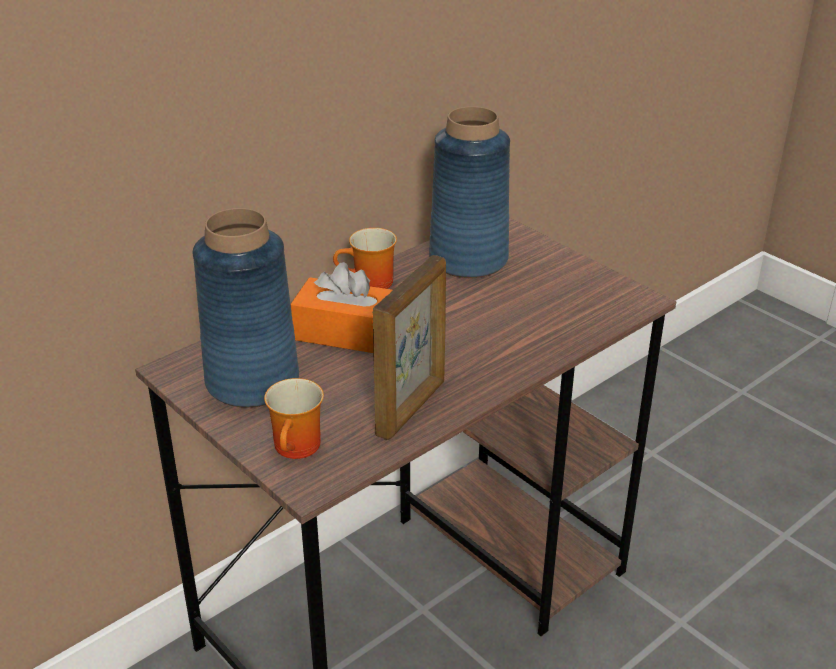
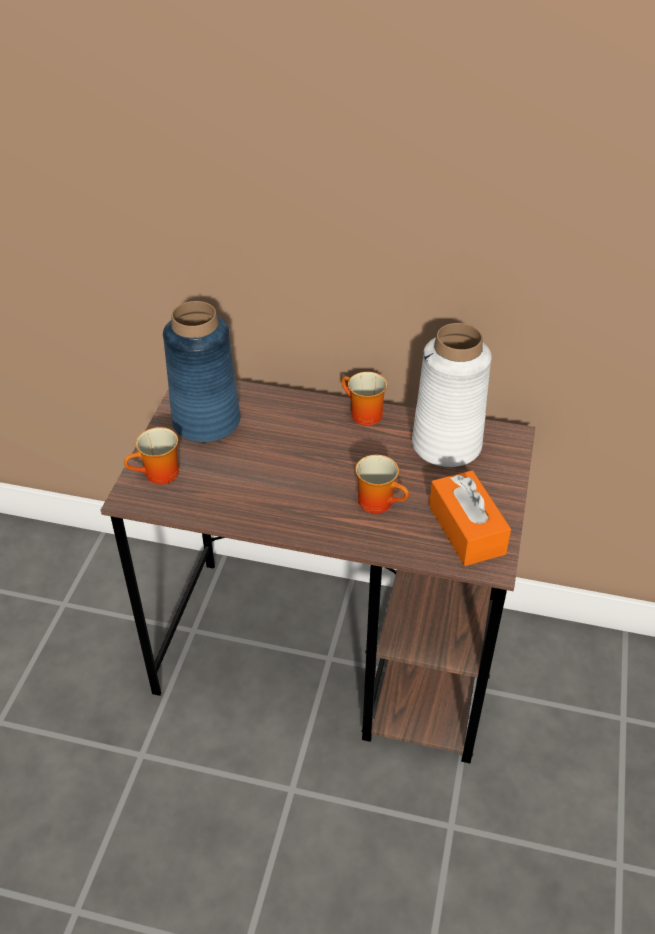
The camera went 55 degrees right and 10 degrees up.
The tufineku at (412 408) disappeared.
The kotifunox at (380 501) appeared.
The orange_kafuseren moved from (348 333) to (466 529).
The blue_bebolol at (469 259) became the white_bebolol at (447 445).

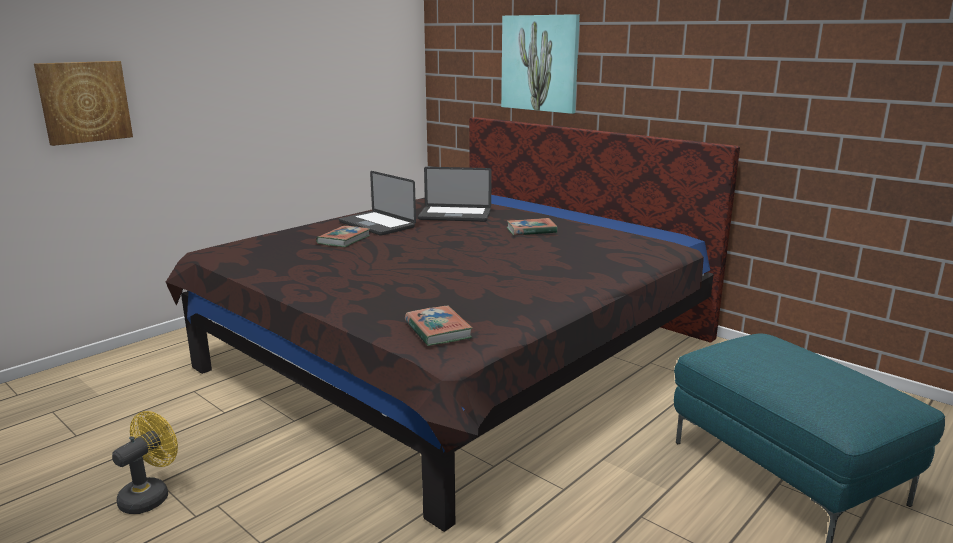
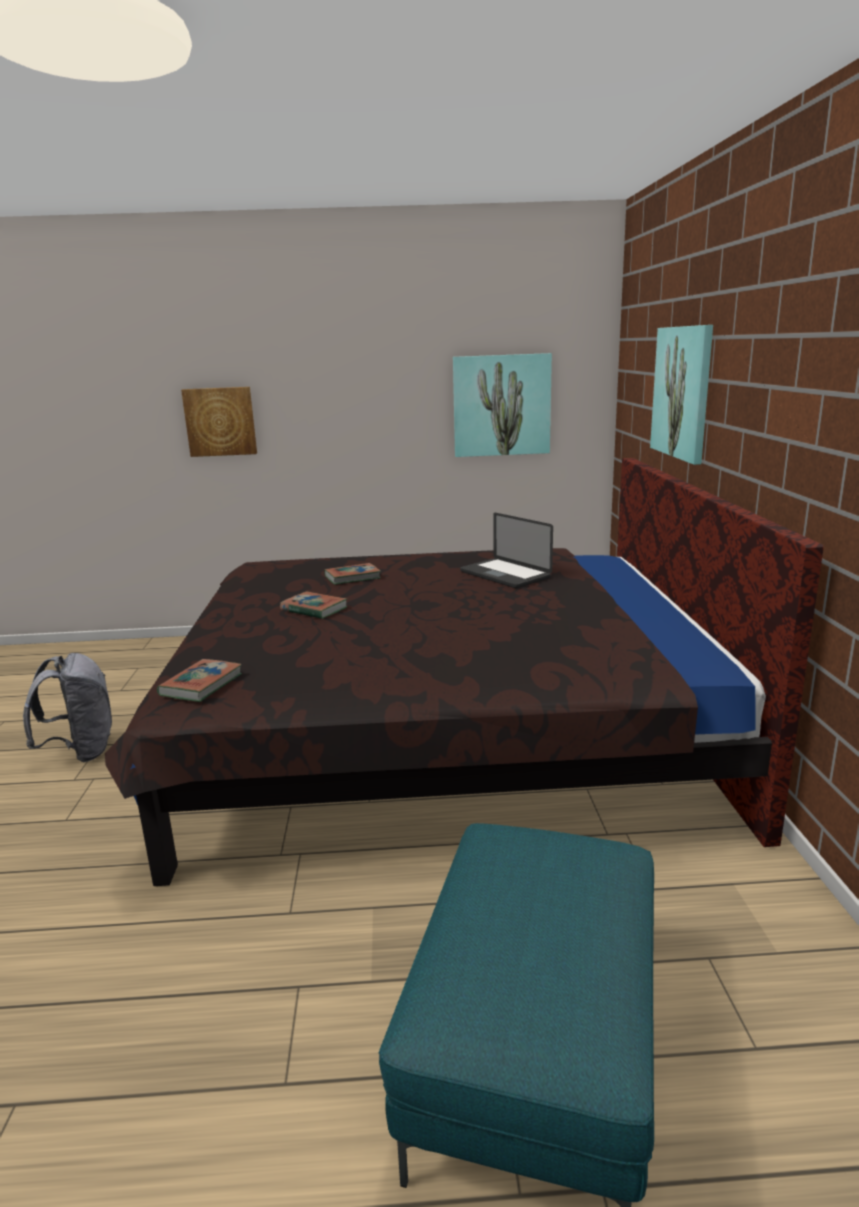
The camera went 45 degrees right and 0 degrees up.
The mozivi at (377 225) disappeared.
The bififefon at (501 405) appeared.
The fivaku moved from (531 230) to (314 609).
The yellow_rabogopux at (150 495) was replaced by the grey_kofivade at (81 751).

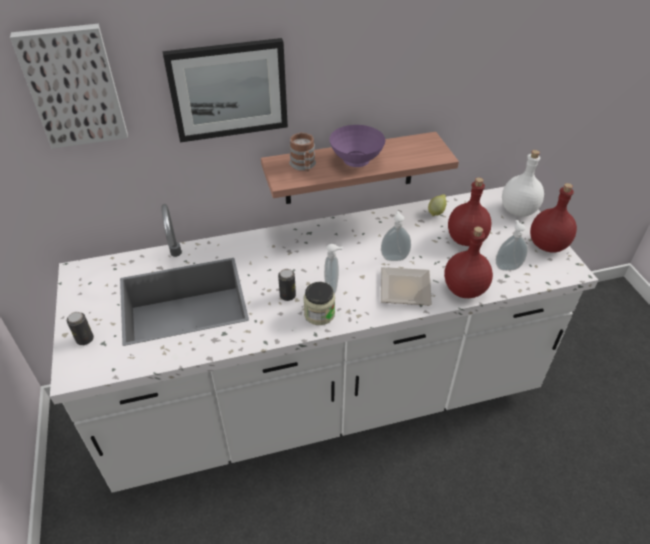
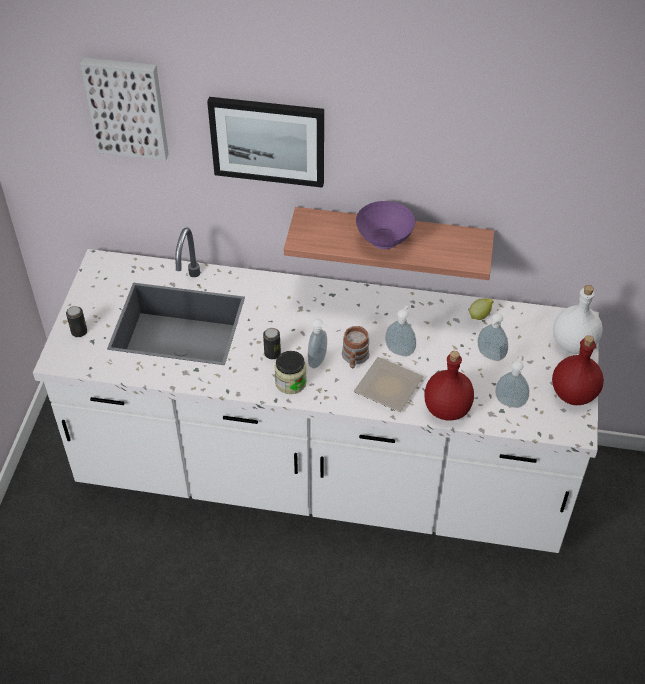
The camera went 25 degrees right and 5 degrees up.
The kotifunox moved from (303 166) to (354 358).
The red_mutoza at (466 239) was replaced by the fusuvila at (489 356).

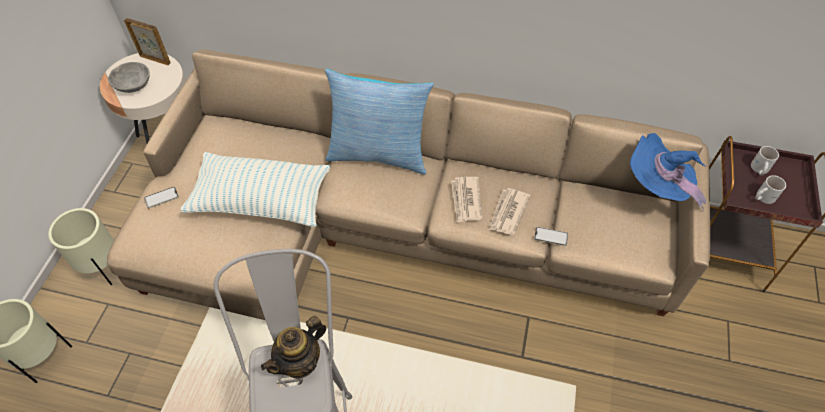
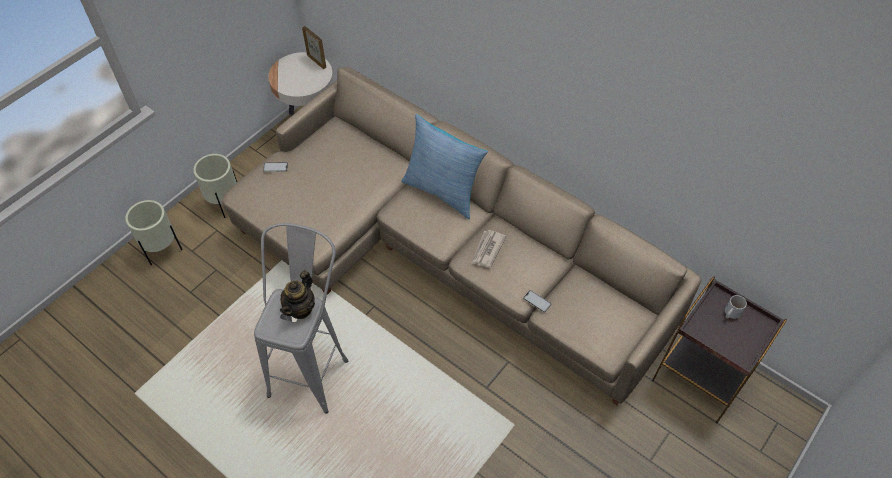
The camera went 25 degrees right and 0 degrees up.
The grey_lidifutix at (133 86) disappeared.
The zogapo at (261 200) disappeared.
The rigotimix at (508 213) disappeared.
The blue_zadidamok at (658 187) disappeared.
The white_kotifunox at (762 196) disappeared.
The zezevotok at (300 362) turned 45 degrees counterclockwise.

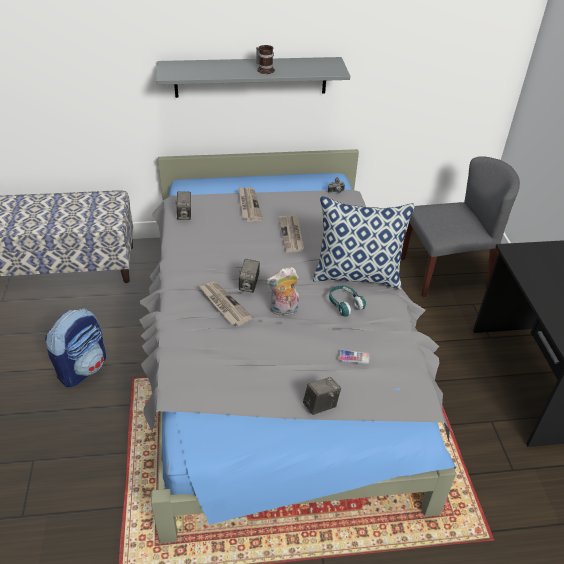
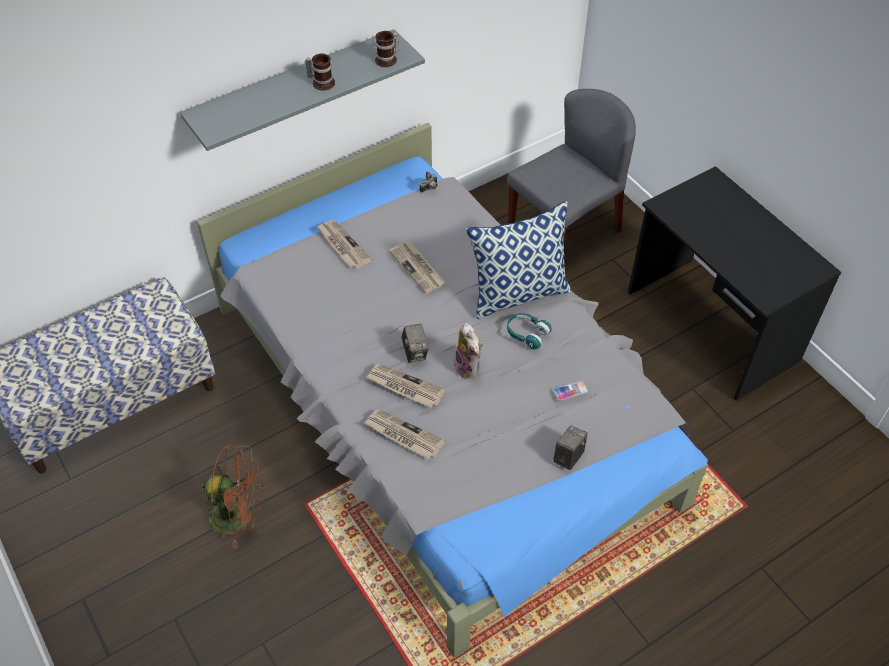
The camera went 25 degrees left and 10 degrees up.
The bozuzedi at (184 215) disappeared.
The rigotimix at (403 435) appeared.
The kotifunox at (388 60) appeared.
The kofivade at (83 367) was replaced by the brown_rabogopux at (238 517).
The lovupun at (284 311) turned 75 degrees counterclockwise.

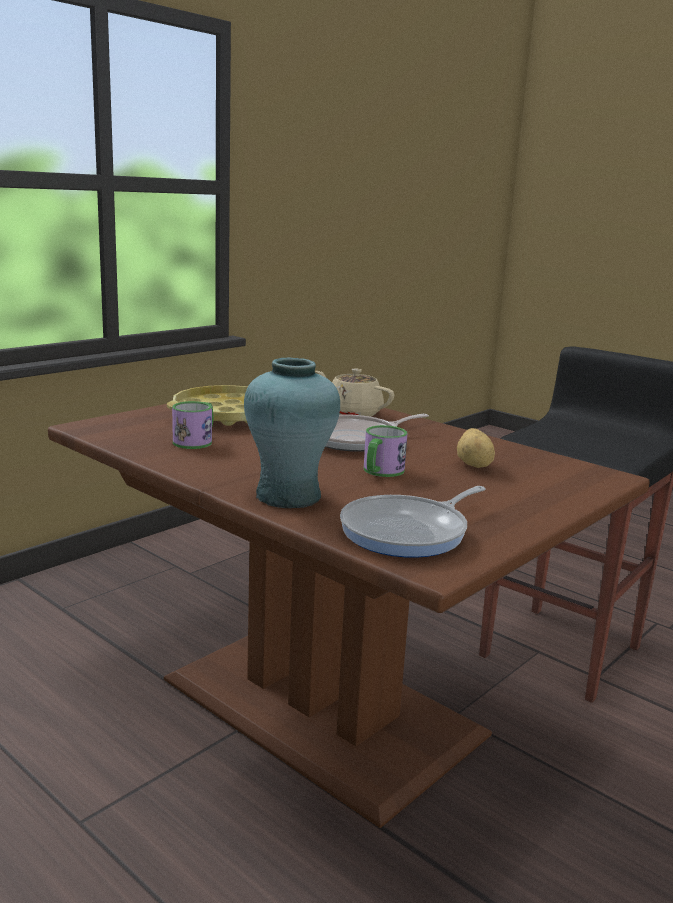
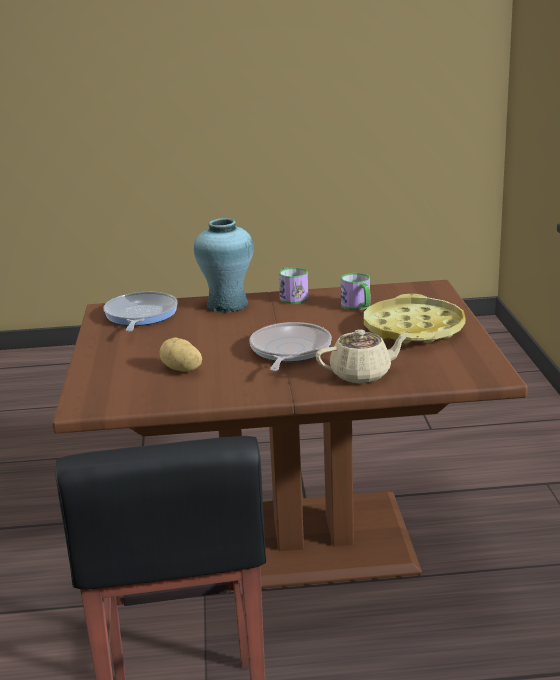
The camera went 135 degrees right and 5 degrees up.
The kotifunox moved from (380 472) to (292 296).

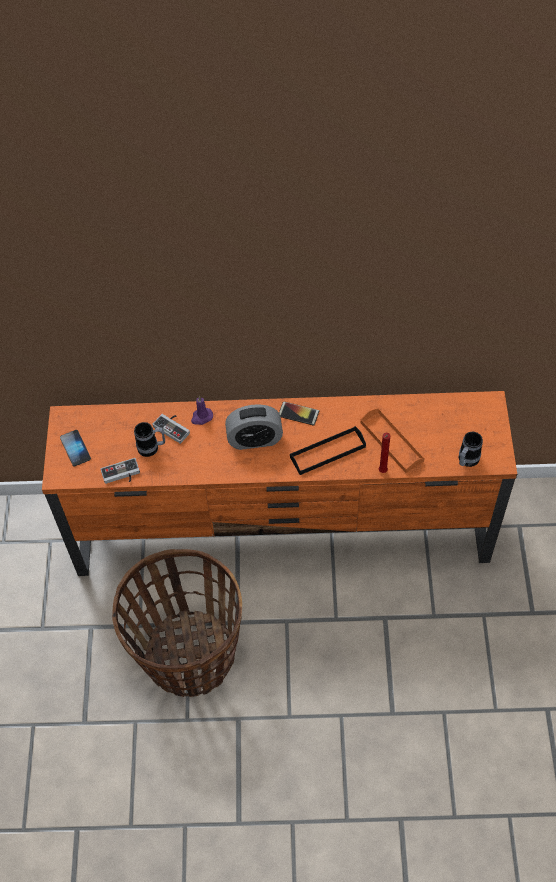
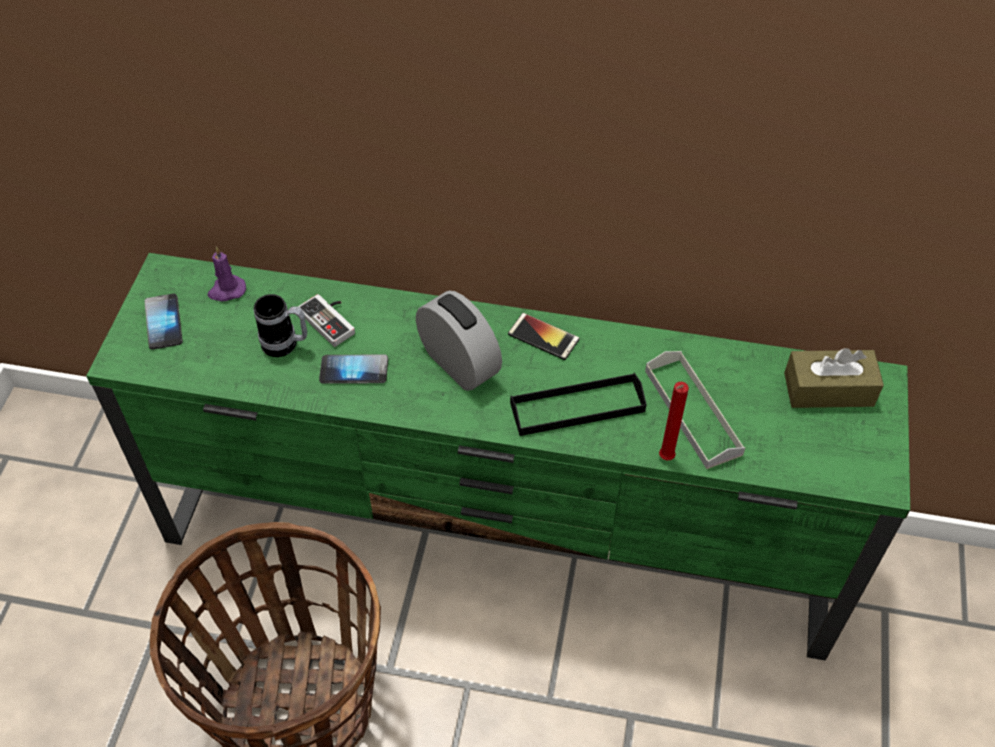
The camera went 10 degrees right and 5 degrees down.
The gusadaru at (121 475) disappeared.
The kotifunox at (466 461) disappeared.
The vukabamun at (354 370) appeared.
The brown_kafuseren at (828 389) appeared.
The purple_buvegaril moved from (201 417) to (226 290).
The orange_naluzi at (284 531) became the green_naluzi at (500 539).
The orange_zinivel at (391 442) became the grey_zinivel at (692 412).
The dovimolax at (254 439) turned 135 degrees counterclockwise.

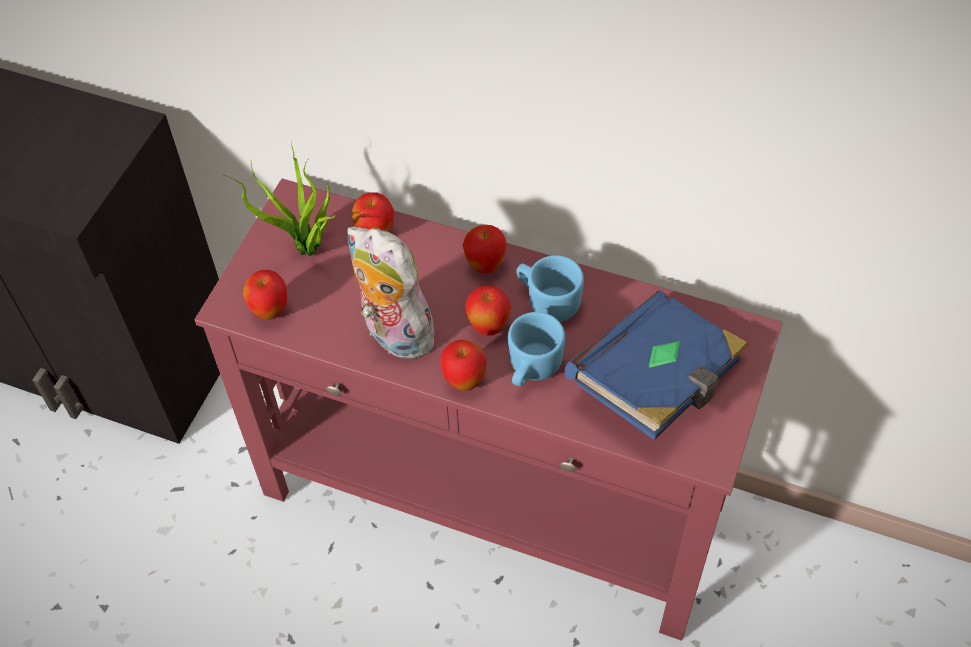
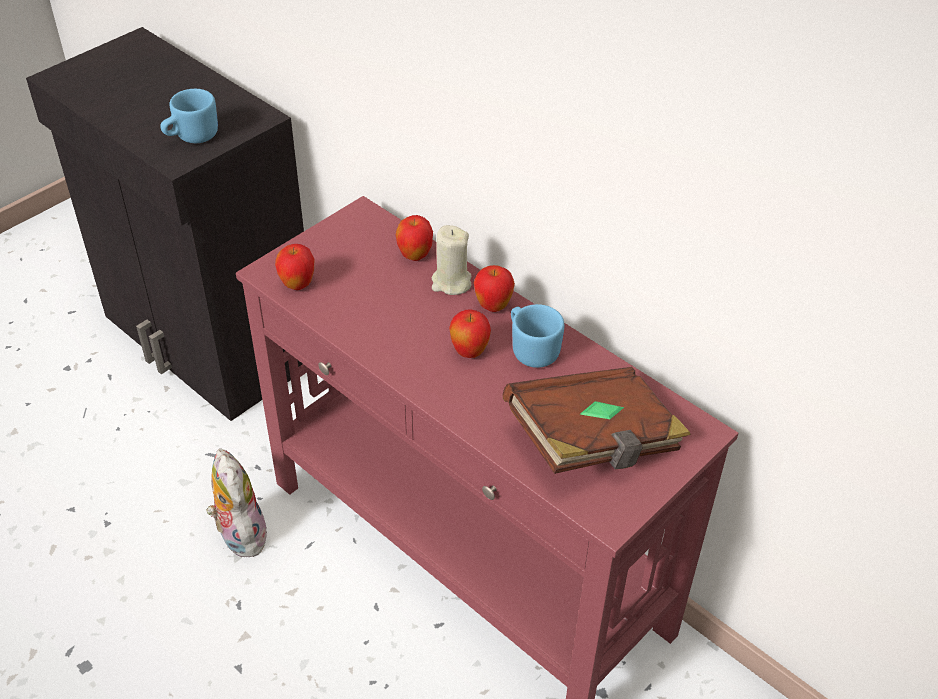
The camera went 20 degrees right and 10 degrees down.
The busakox at (307 249) disappeared.
The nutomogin at (464 381) disappeared.
The beige_buvegaril at (451 283) appeared.
The lovupun moved from (393 333) to (239 534).
The blue_kotifunox moved from (531 369) to (191 137).
The blue_fivaku at (657 382) became the brown_fivaku at (594 442).

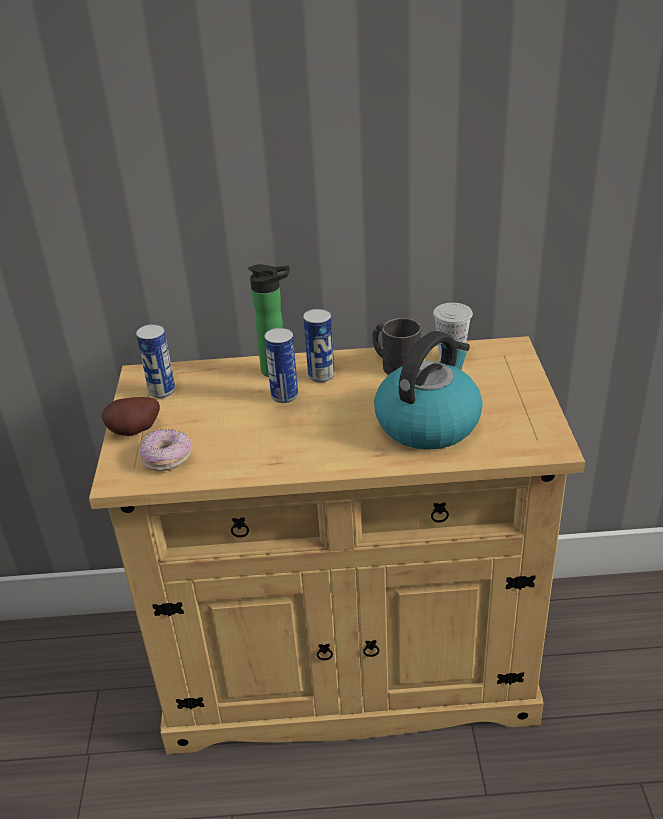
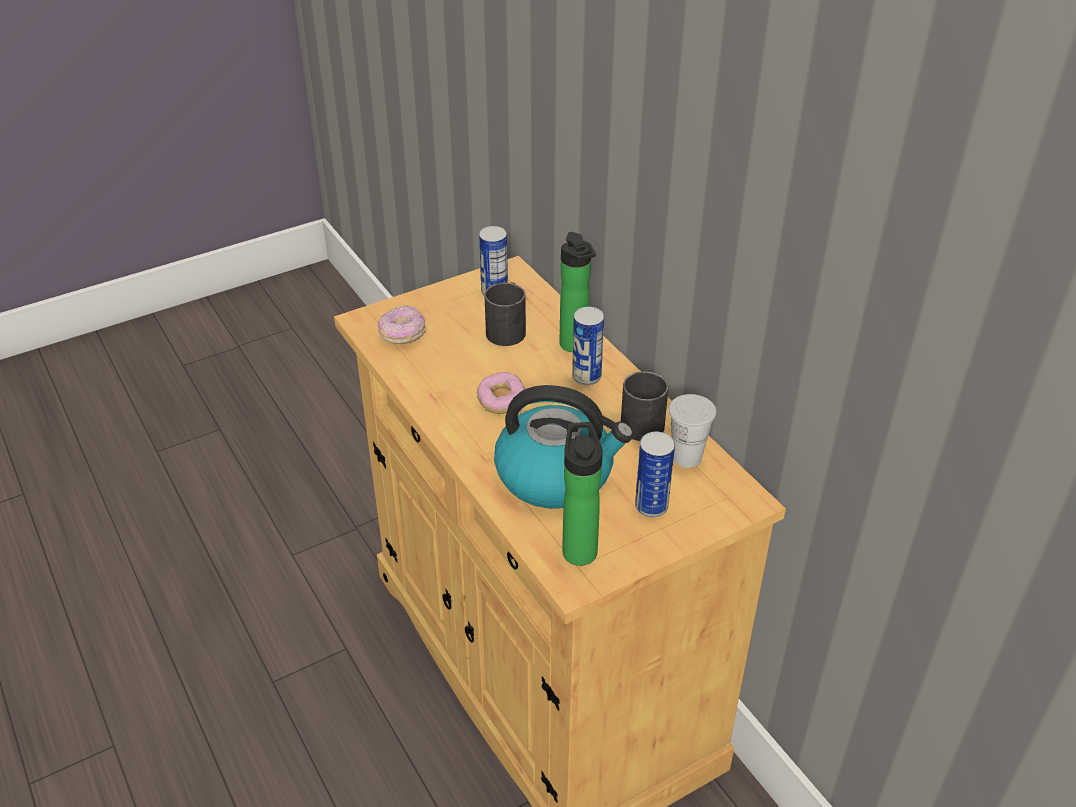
The camera went 60 degrees right and 5 degrees up.
The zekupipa at (135 432) disappeared.
The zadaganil at (501 401) appeared.
The black_kotifunox at (508 328) appeared.
The mutoza at (579 548) appeared.
The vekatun moved from (284 396) to (651 506).

